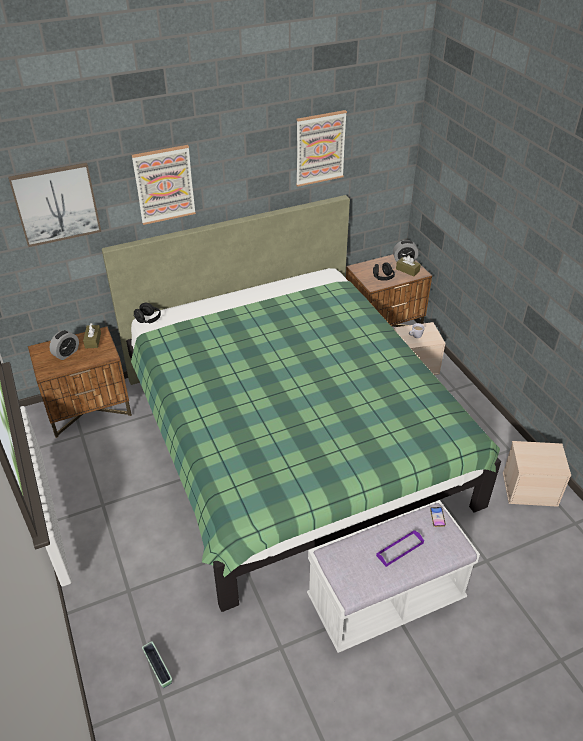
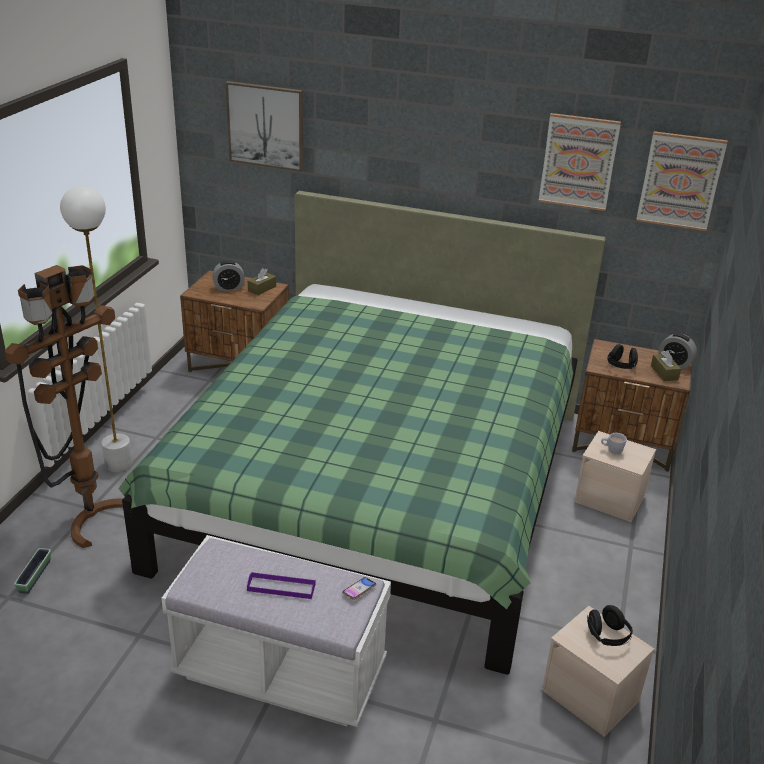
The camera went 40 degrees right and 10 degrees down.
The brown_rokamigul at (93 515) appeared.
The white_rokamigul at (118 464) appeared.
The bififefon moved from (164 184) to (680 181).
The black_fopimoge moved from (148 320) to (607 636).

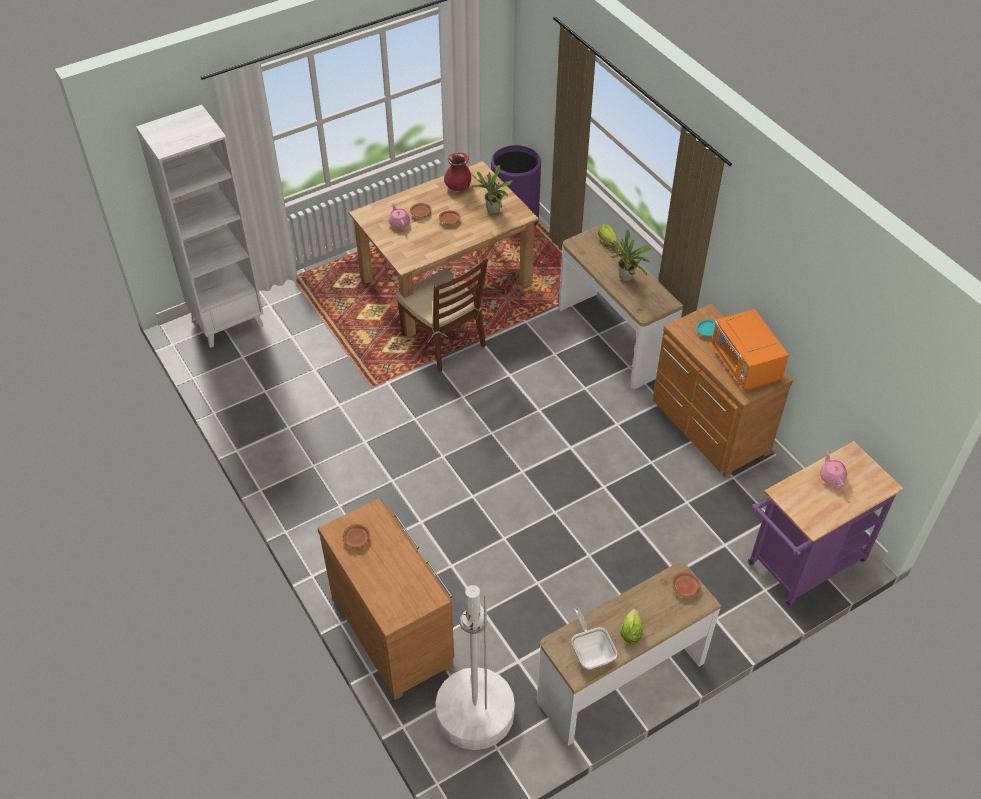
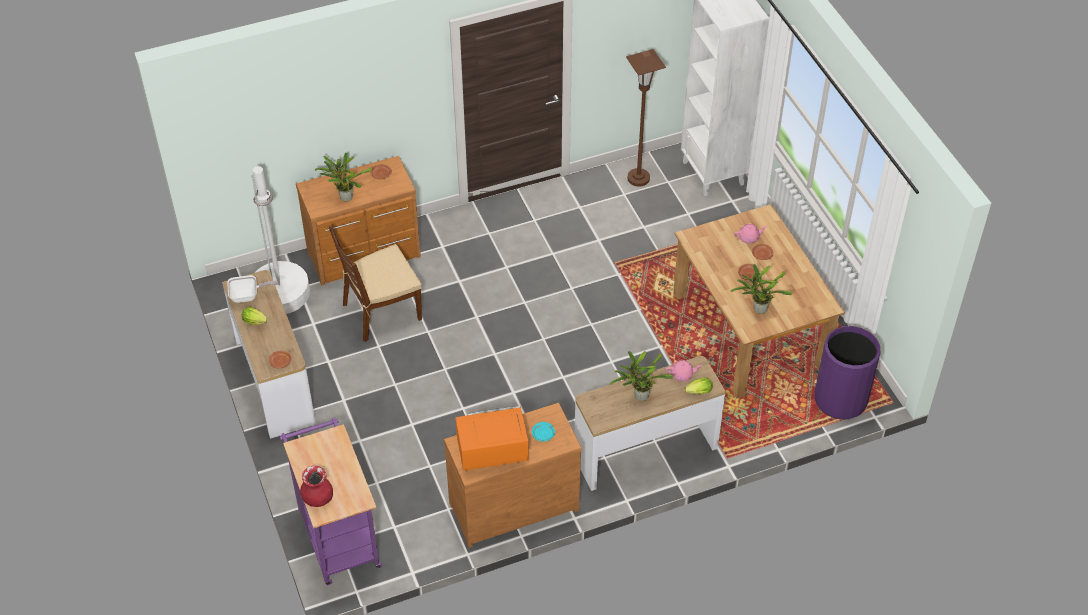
The camera went 100 degrees right and 0 degrees up.
The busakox at (345 196) appeared.
The brown_rokamigul at (638 178) appeared.
The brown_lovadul moved from (444 340) to (381 312).
The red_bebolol moved from (458 187) to (317 498).
The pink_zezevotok moved from (831 476) to (682 374).

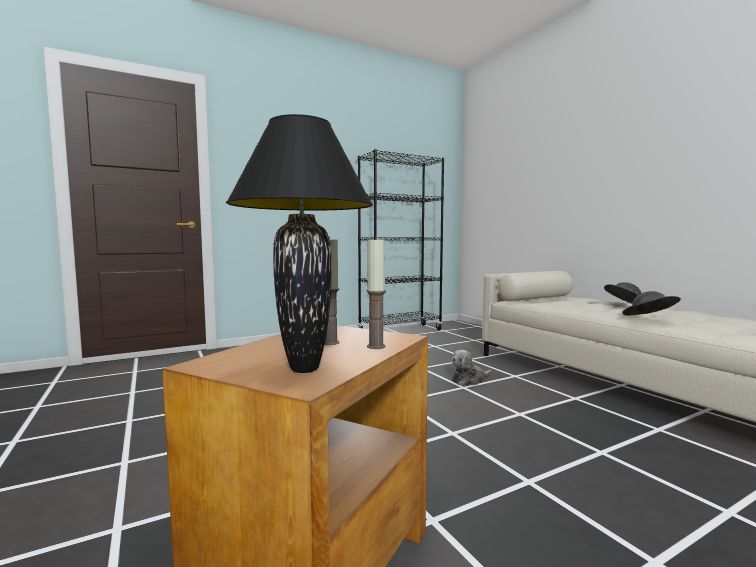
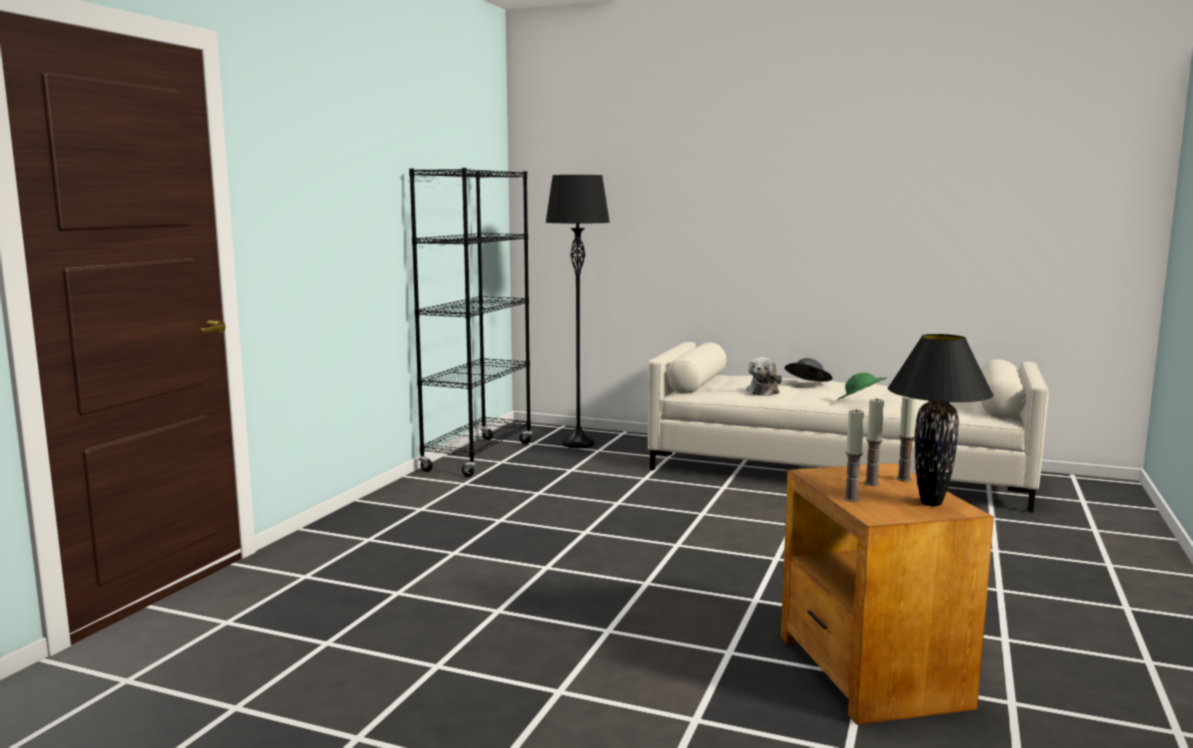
The camera went 40 degrees left and 5 degrees up.
The black_rokamigul at (578 444) appeared.
The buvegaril at (851 499) appeared.
The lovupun moved from (469 380) to (764 391).
The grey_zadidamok at (649 319) became the green_zadidamok at (861 401).

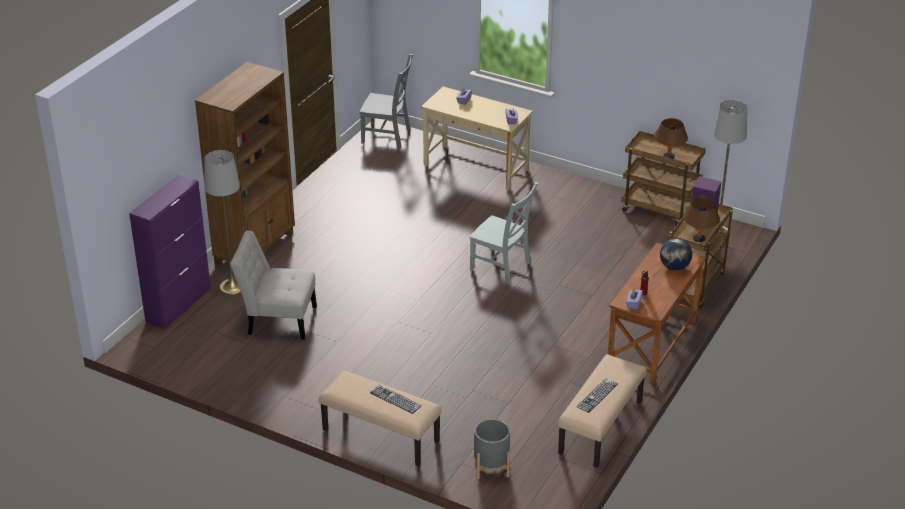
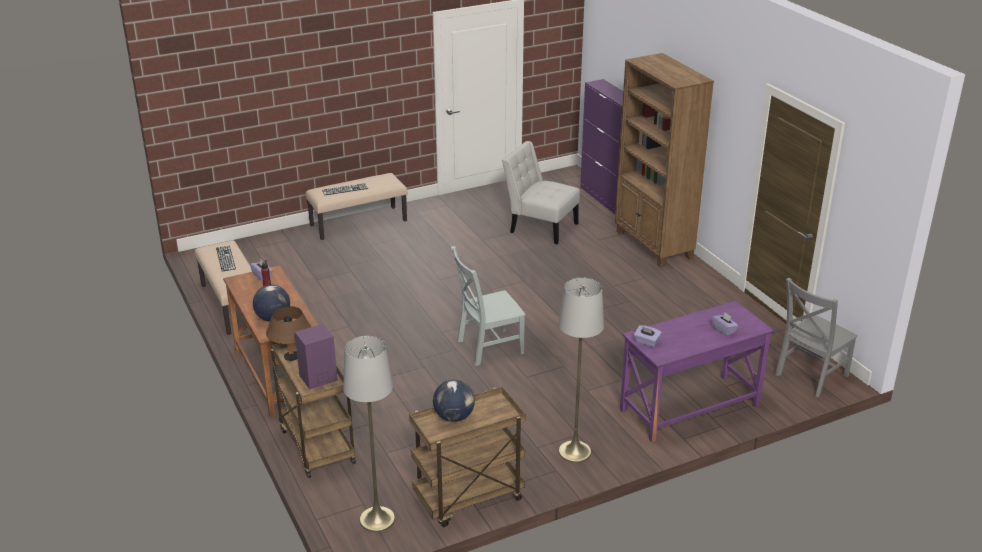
The camera went 125 degrees right and 5 degrees down.
The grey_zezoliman at (491 466) disappeared.
The grey_rokamigul moved from (232 287) to (574 452).
The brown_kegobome at (668 156) was replaced by the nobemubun at (454 417).
The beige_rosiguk at (476 167) became the purple_rosiguk at (690 408).
The white_lovadul at (278 319) turned 105 degrees counterclockwise.

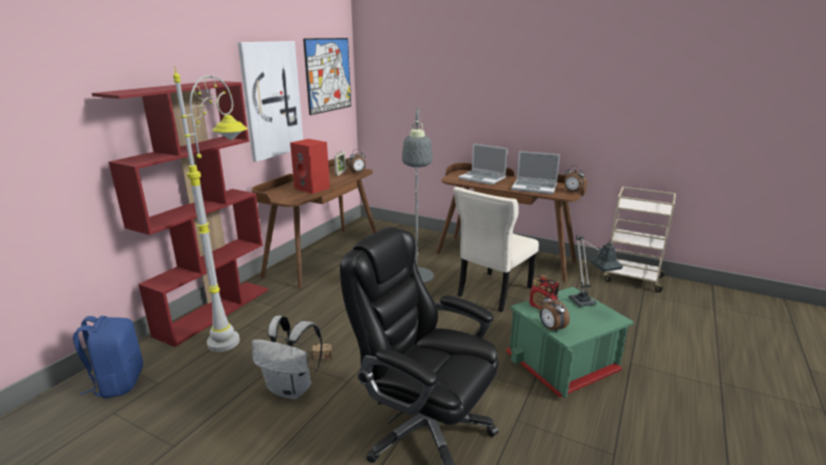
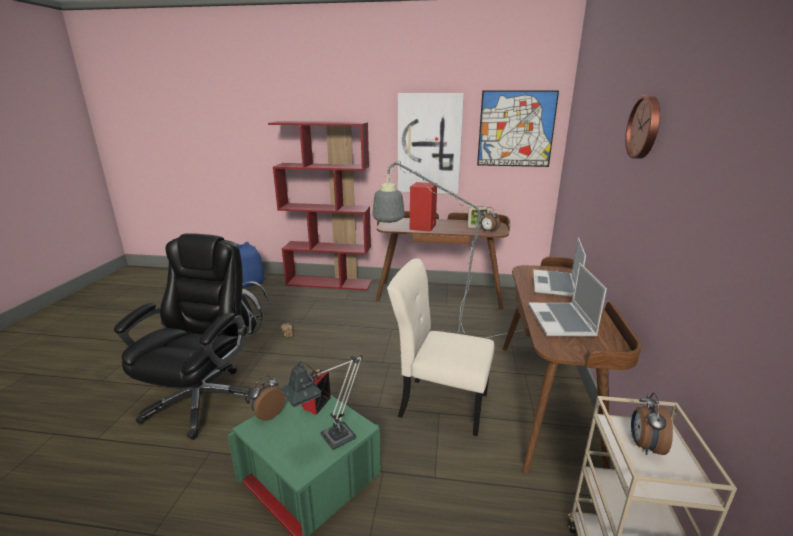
The camera went 70 degrees right and 0 degrees up.
The grey_rokamigul at (241 328) disappeared.
The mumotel at (645 127) appeared.
The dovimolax moved from (572 192) to (644 446).

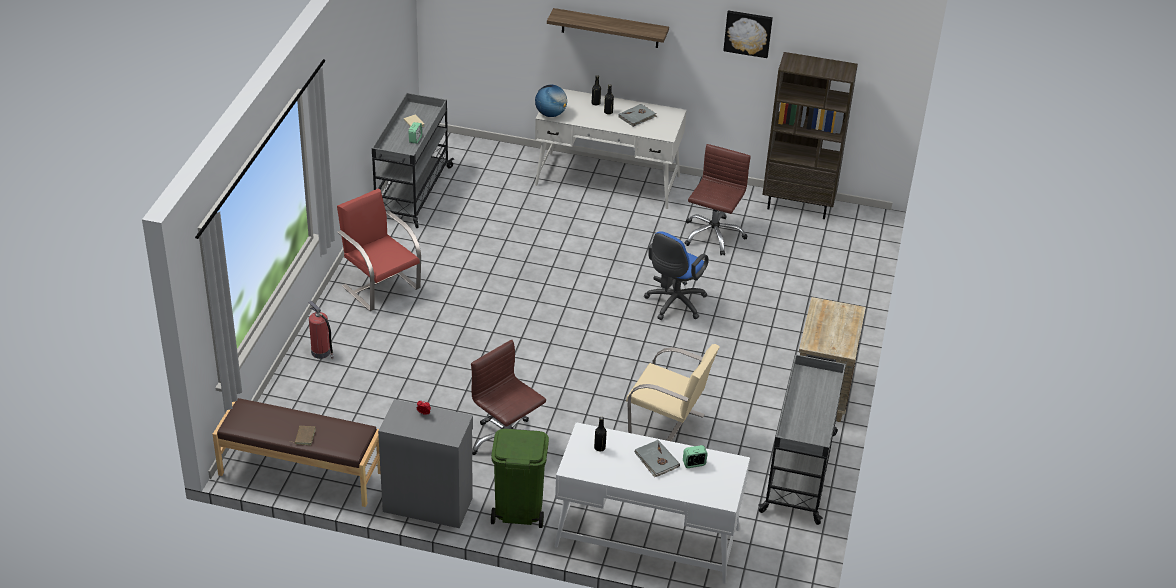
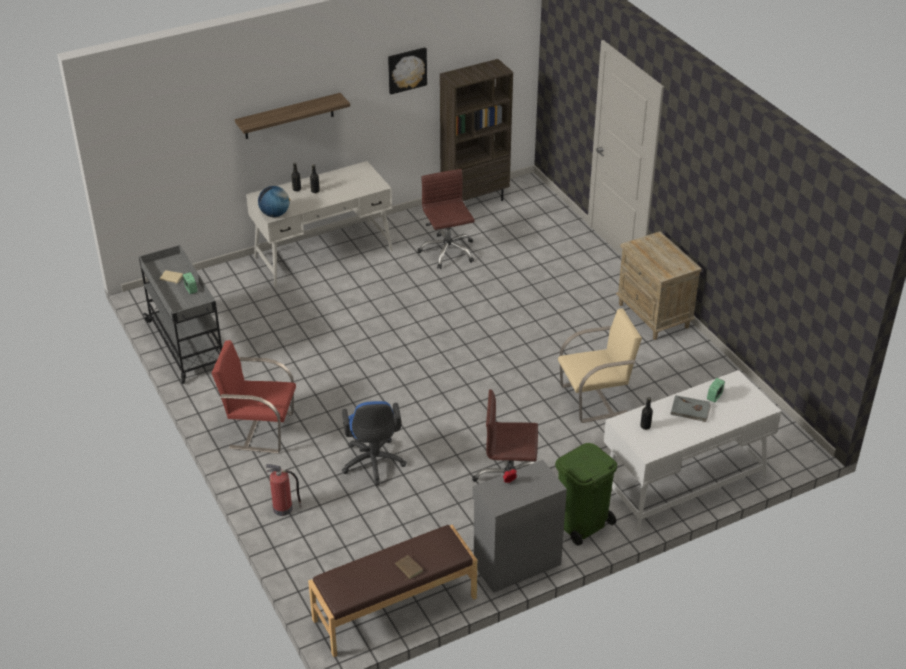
The camera went 40 degrees left and 0 degrees up.
The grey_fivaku at (637 117) disappeared.
The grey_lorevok at (799 471) disappeared.
The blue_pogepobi moved from (673 304) to (373 465).

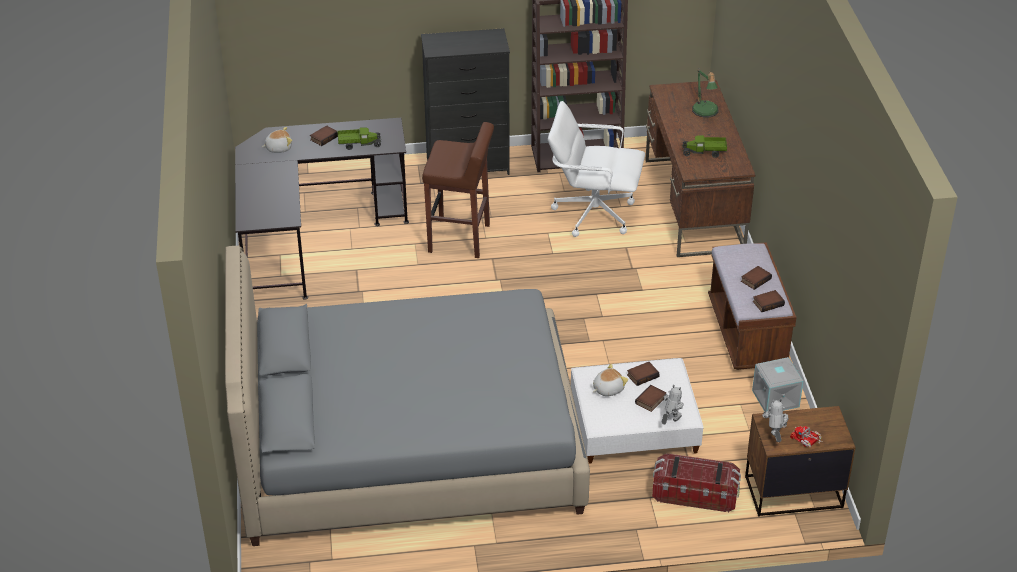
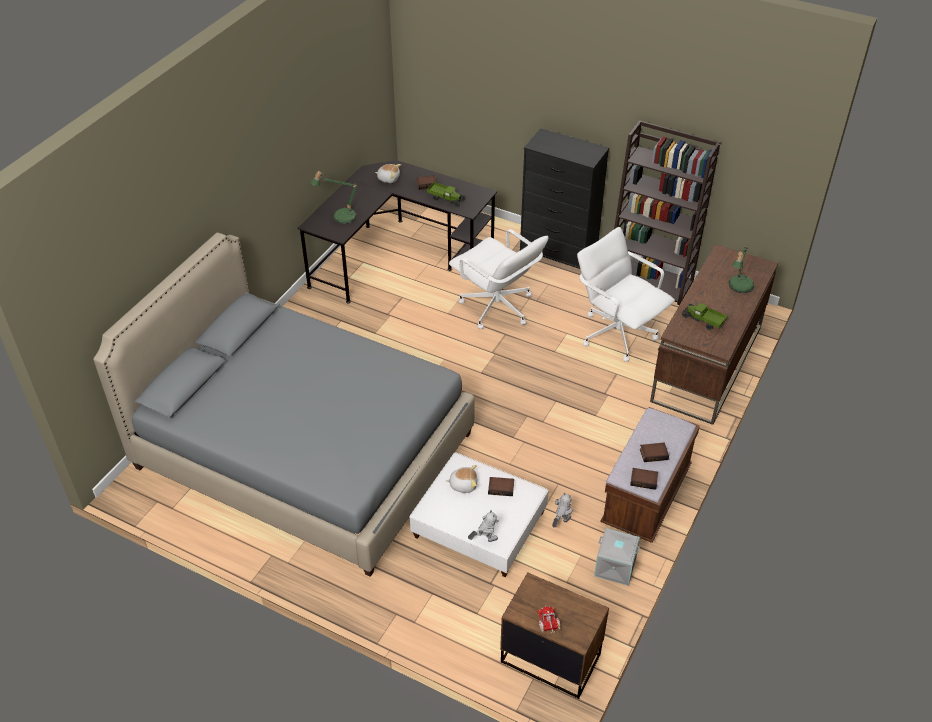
The camera went 35 degrees right and 5 degrees up.
The fivaku at (651 401) disappeared.
The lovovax at (694 494) disappeared.
The kegobome at (340 216) appeared.
The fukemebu moved from (774 437) to (560 522).
The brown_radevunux at (460 239) was replaced by the white_pogepobi at (497 308).

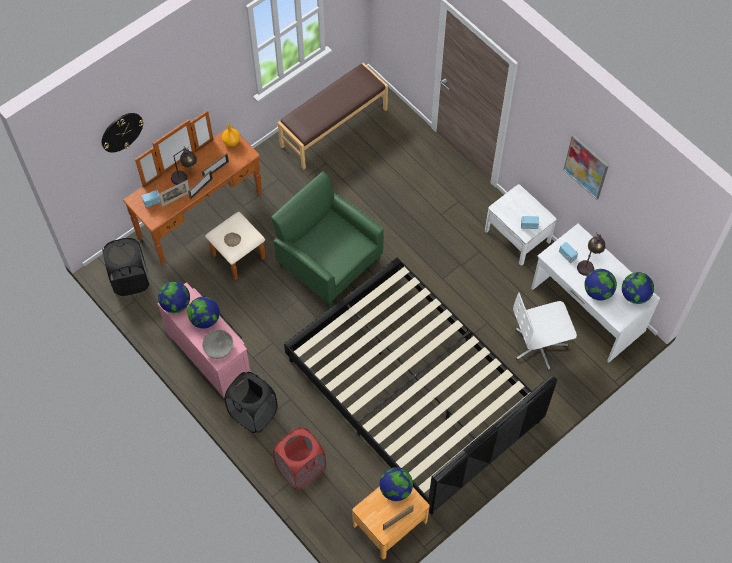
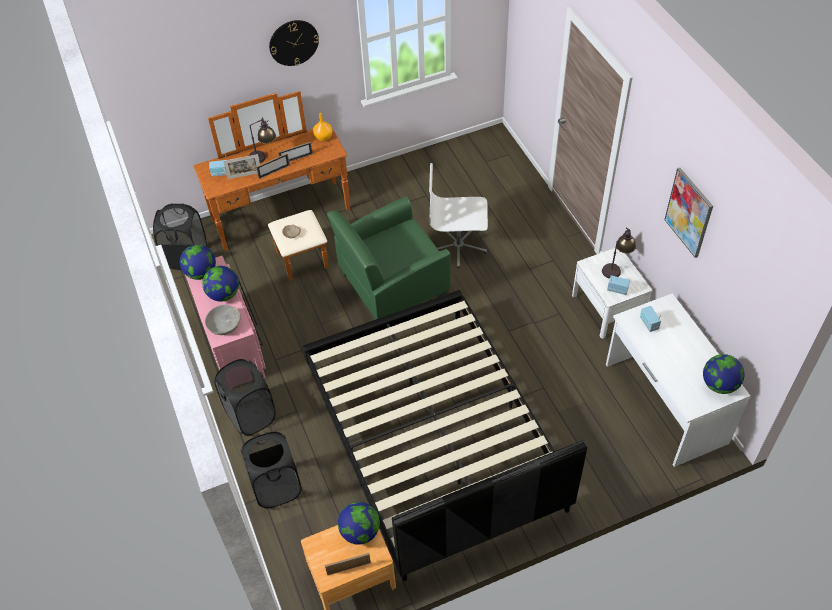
The camera went 20 degrees right and 10 degrees down.
The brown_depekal at (333 127) disappeared.
The nobemubun at (598 292) disappeared.
The mumotel moved from (121 132) to (293 42).
The white_pogepobi moved from (539 346) to (458 246).
The kegobome moved from (588 263) to (616 267).
The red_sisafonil at (301 469) became the black_sisafonil at (276 487).
The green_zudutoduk at (329 262) turned 90 degrees counterclockwise.

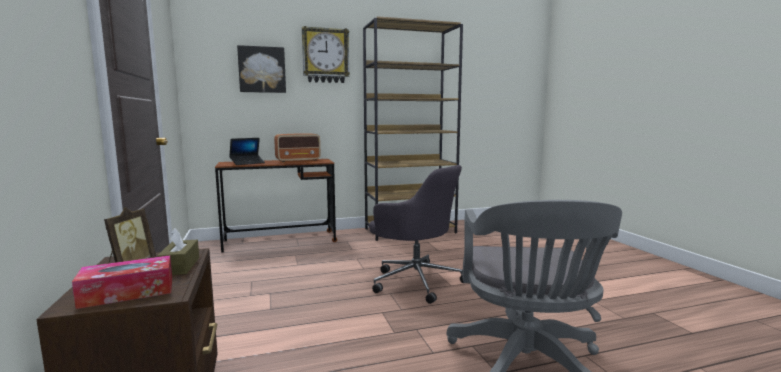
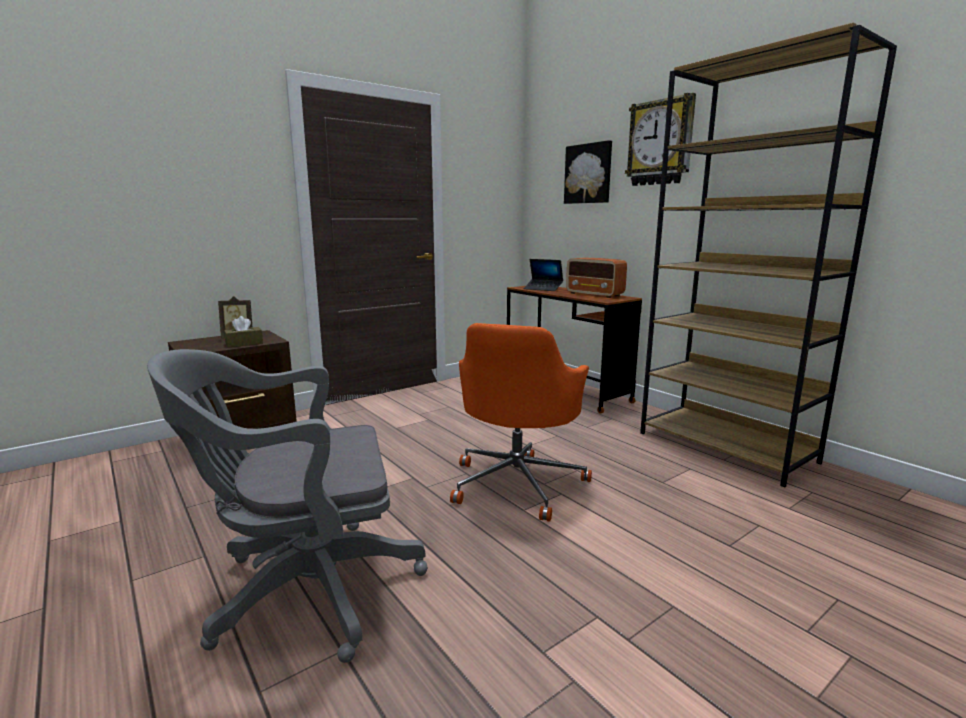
The camera went 70 degrees right and 5 degrees up.
The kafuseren at (128 292) disappeared.
The grey_pogepobi at (415 280) became the orange_pogepobi at (518 483).

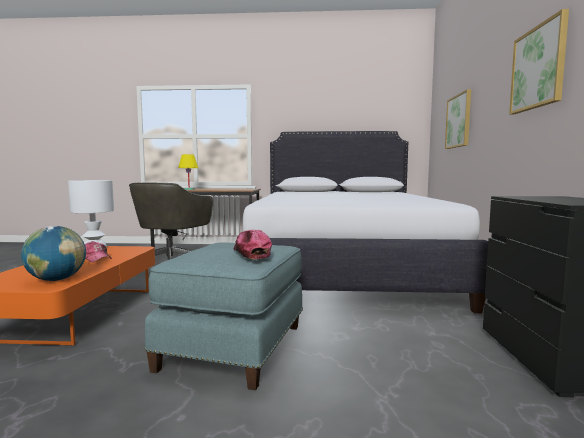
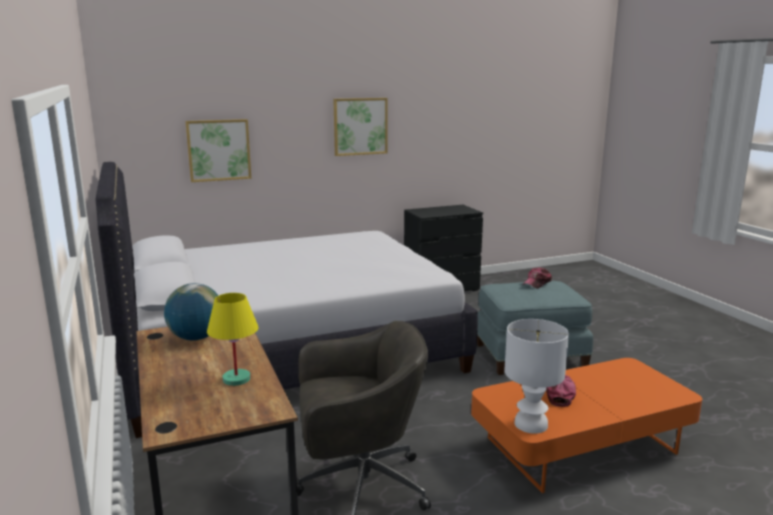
The camera went 115 degrees left and 10 degrees up.
The nobemubun moved from (57 279) to (196 338).

